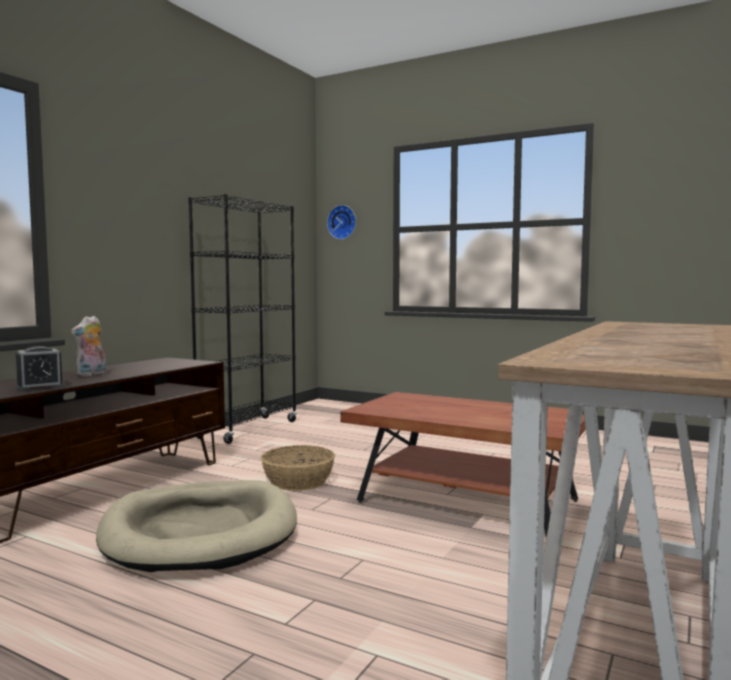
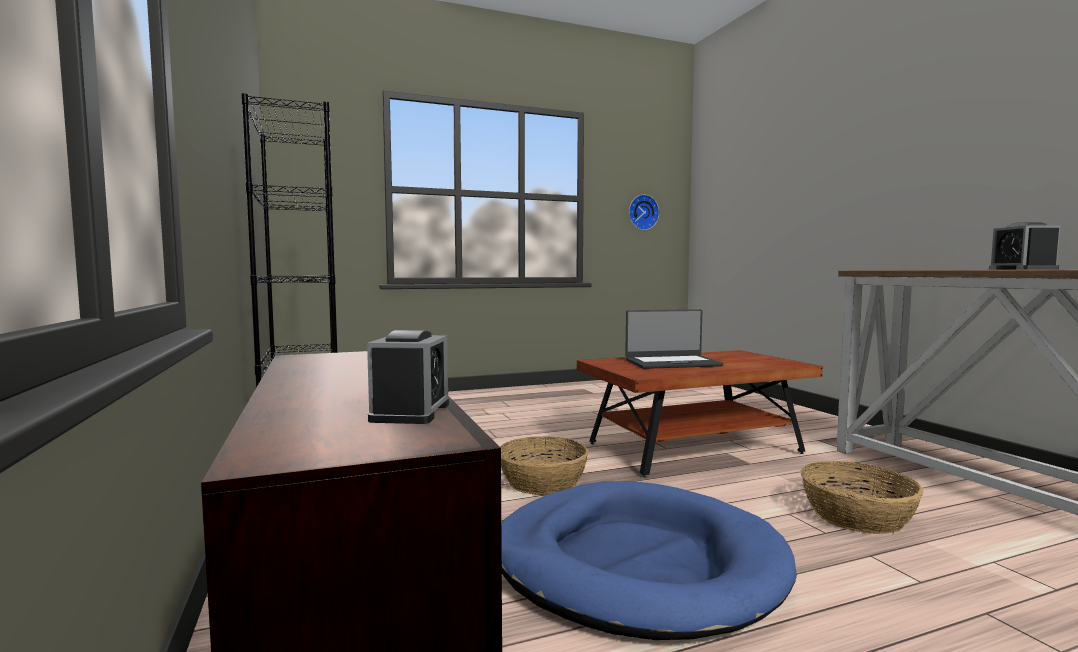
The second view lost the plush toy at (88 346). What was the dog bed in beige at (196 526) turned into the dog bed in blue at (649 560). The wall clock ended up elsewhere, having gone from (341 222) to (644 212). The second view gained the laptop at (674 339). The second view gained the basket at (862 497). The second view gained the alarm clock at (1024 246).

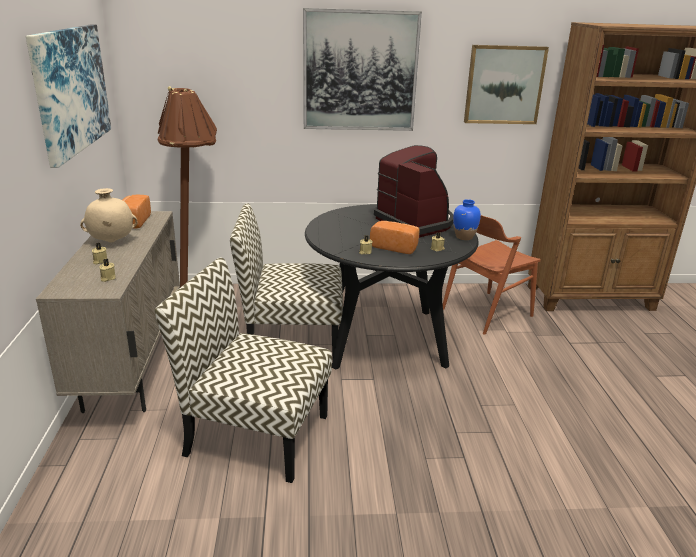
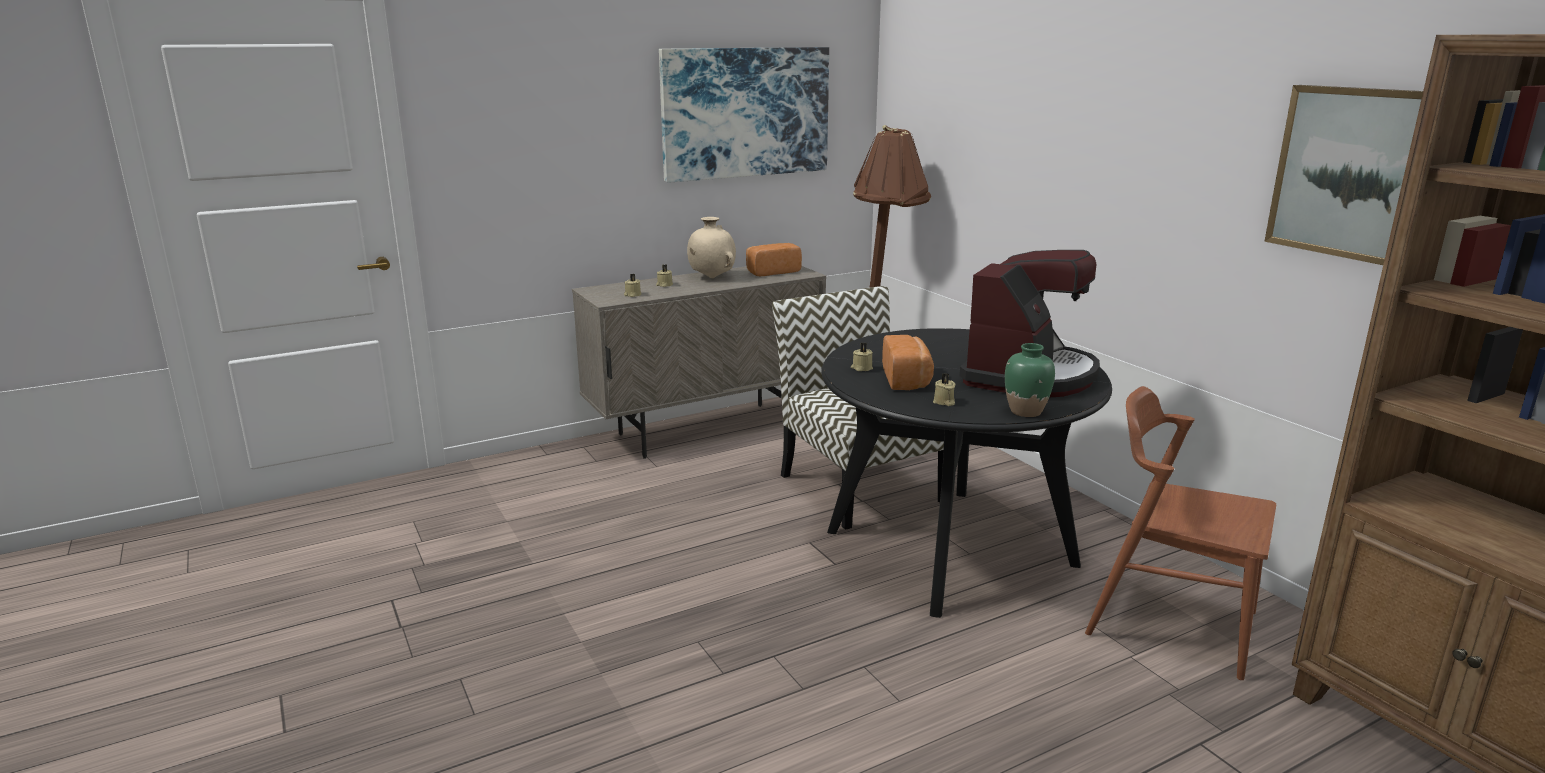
The second view lost the chair at (243 370). The second view lost the picture at (362 69). What was the vase in blue at (467 219) turned into the vase in green at (1030 380).

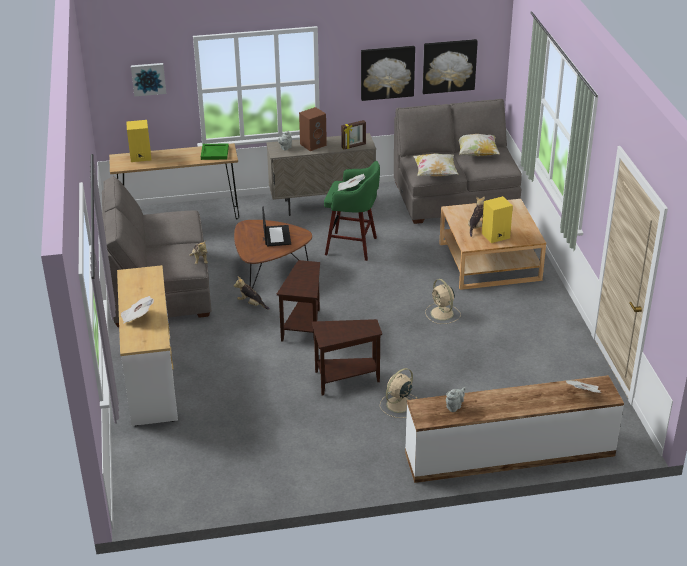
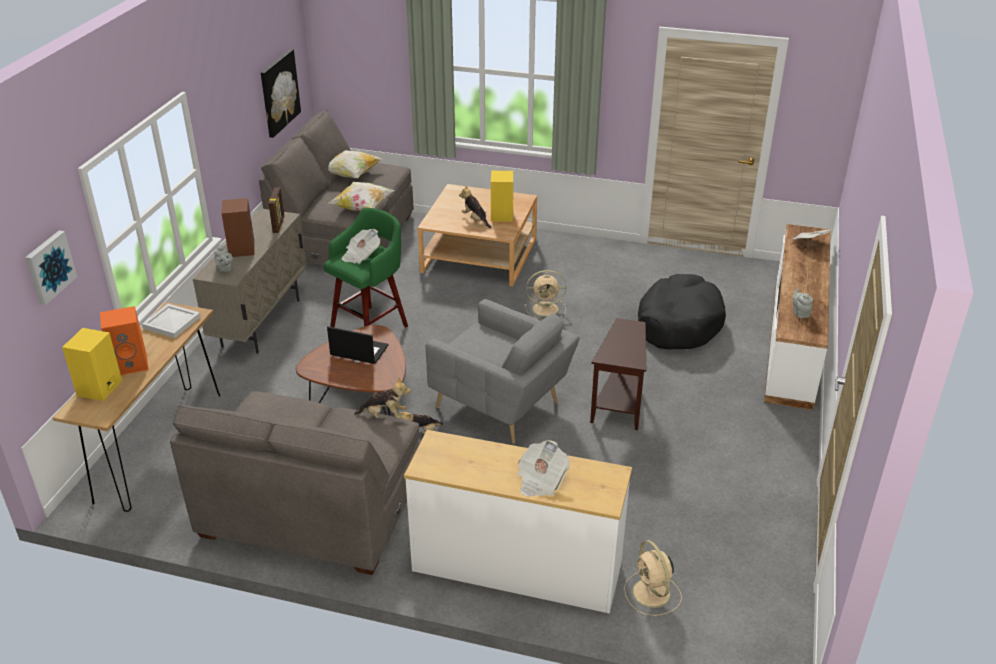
What was the tray in green at (215 151) turned into the tray in white at (171 321). Where the side table in brown stood at (298 301), the armchair in grey came to stand at (503 371). The second view lost the picture at (388 73). The fan in beige ended up elsewhere, having gone from (398 393) to (653 578). The second view gained the speaker in orange at (124 340). The second view gained the dog bed in black at (682 311).

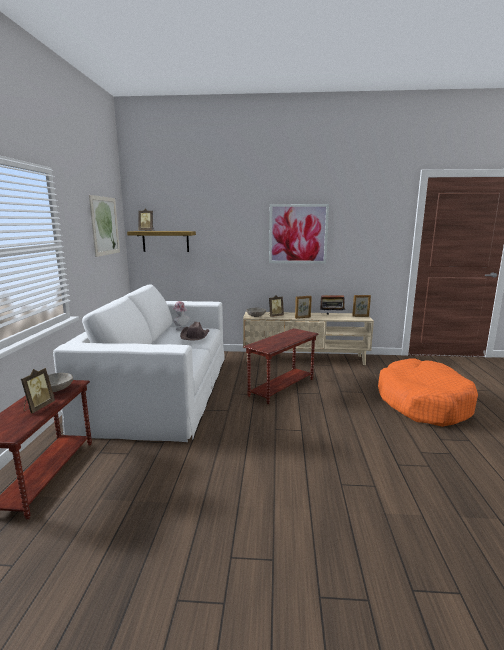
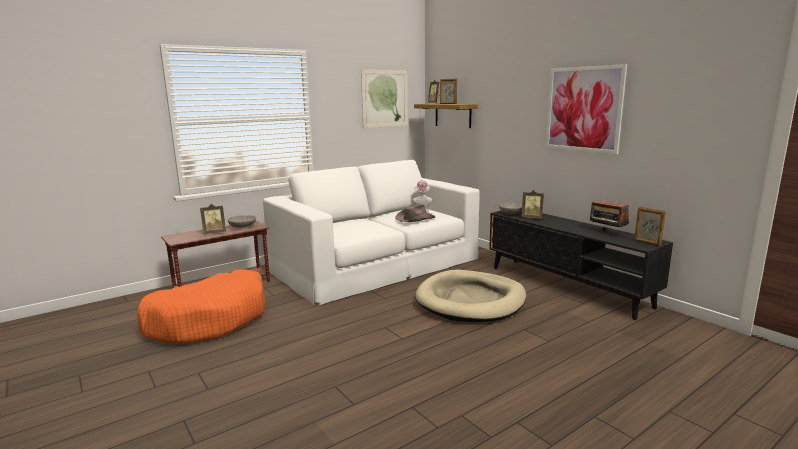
What was the tv stand in beige at (308 338) turned into the tv stand in black at (581 265). Where the side table in brown stood at (281 366), the dog bed in beige came to stand at (470 296). The picture frame ended up elsewhere, having gone from (303 307) to (449 91). The dog bed in orange ended up elsewhere, having gone from (428 392) to (201 306).

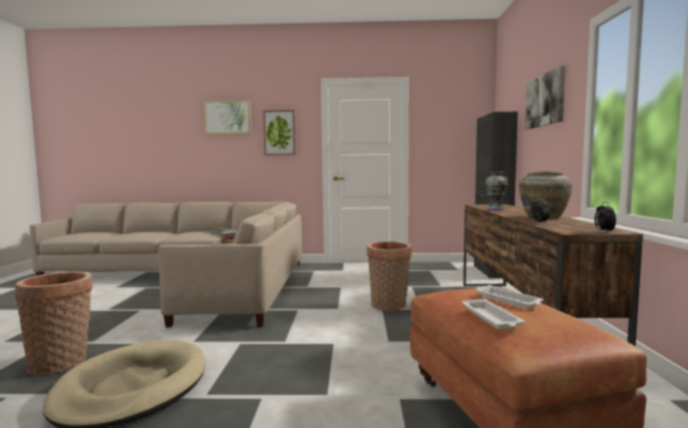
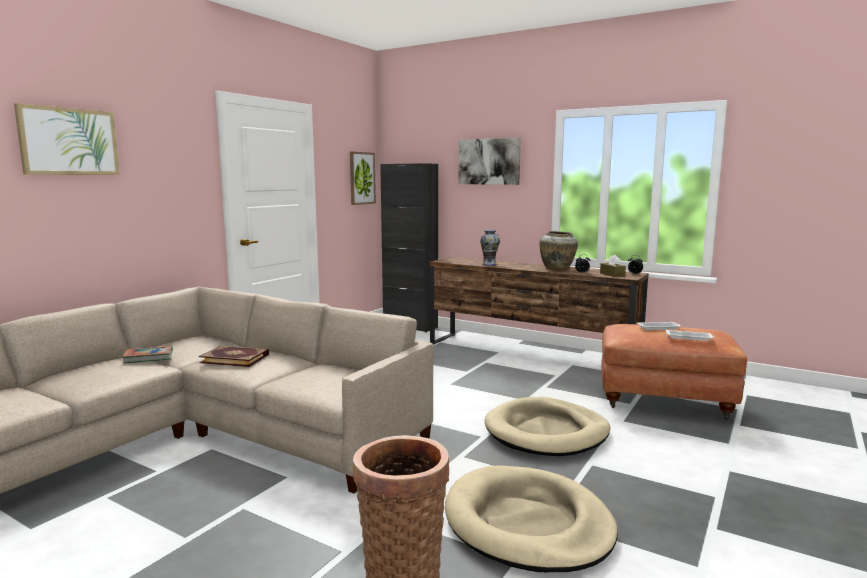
The picture ended up elsewhere, having gone from (279 132) to (363 178). The second view lost the basket at (389 276). The second view gained the dog bed in beige at (547 426). The second view gained the tissue box in brown at (613 266).

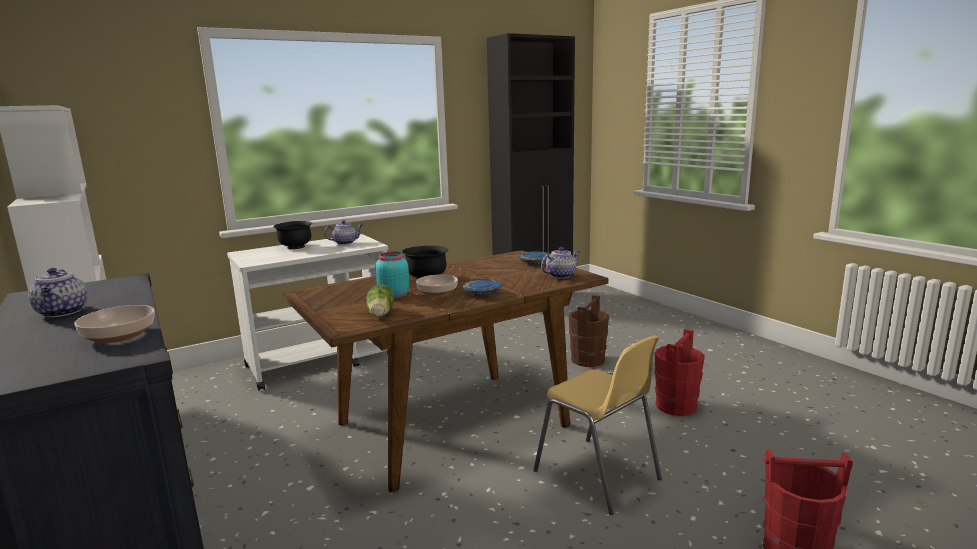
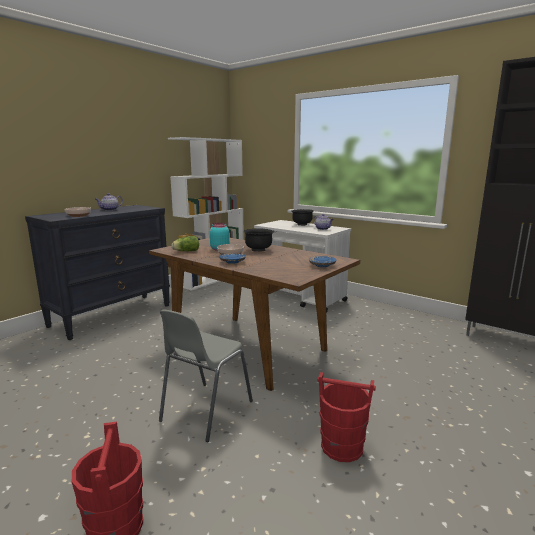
What was the chair in yellow at (598 425) turned into the chair in grey at (206 375). The second view lost the teapot at (560 263). The second view lost the bucket in brown at (589 331).

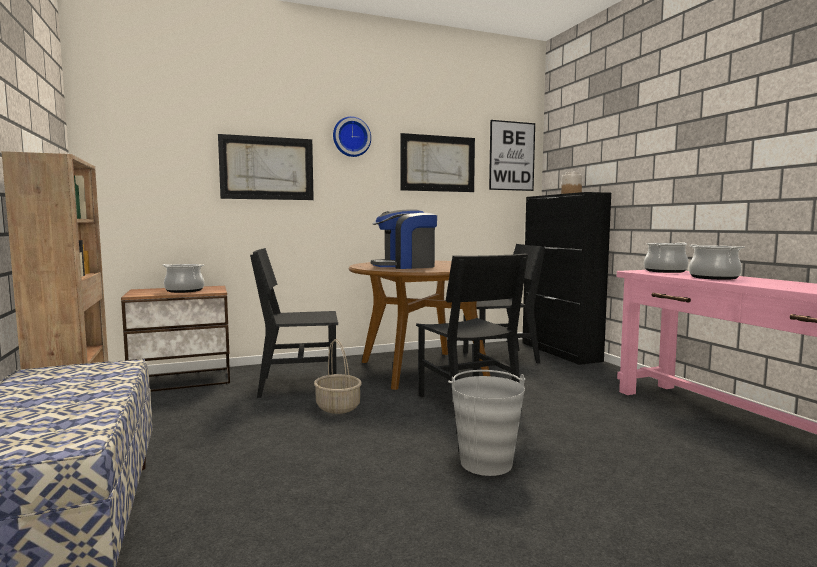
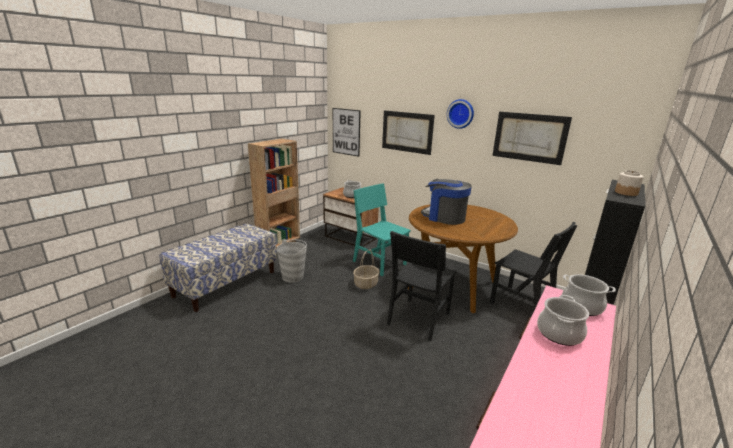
What was the chair in black at (294 323) turned into the chair in turquoise at (382 229). The bucket in grey ended up elsewhere, having gone from (486 423) to (291 261). The picture ended up elsewhere, having gone from (512 155) to (347 132).

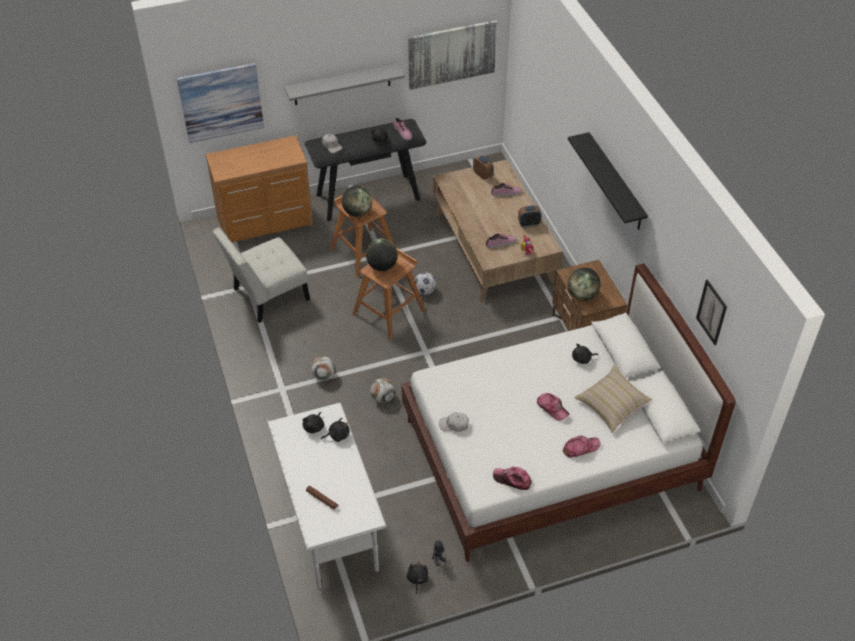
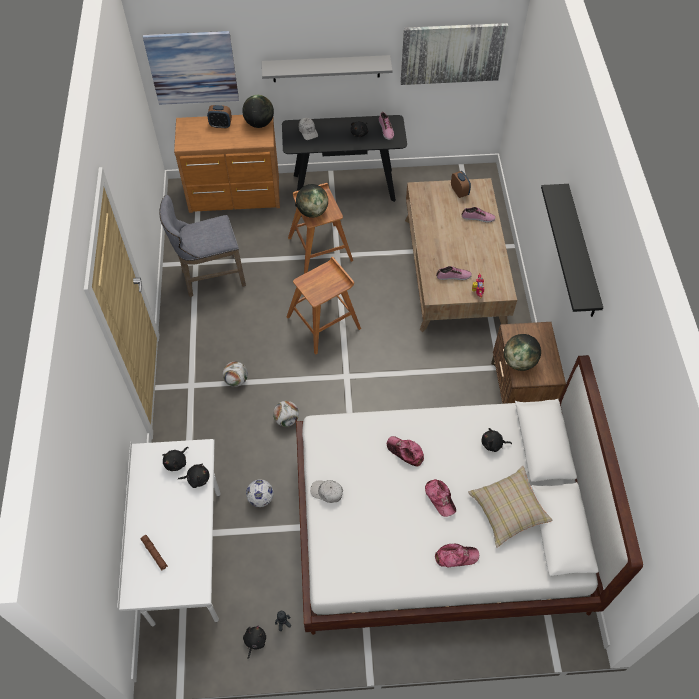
Where the chair in white stood at (261 275), the stool in grey came to stand at (202 246). The globe ended up elsewhere, having gone from (382 255) to (258 111). The football ended up elsewhere, having gone from (425 283) to (260 493). The cap ended up elsewhere, having gone from (512 478) to (405 451). The alarm clock ended up elsewhere, having gone from (529 216) to (219 116). The second view lost the picture at (711 312).

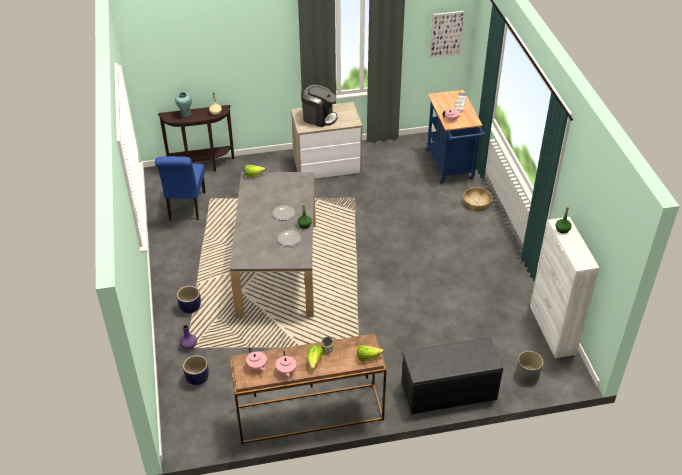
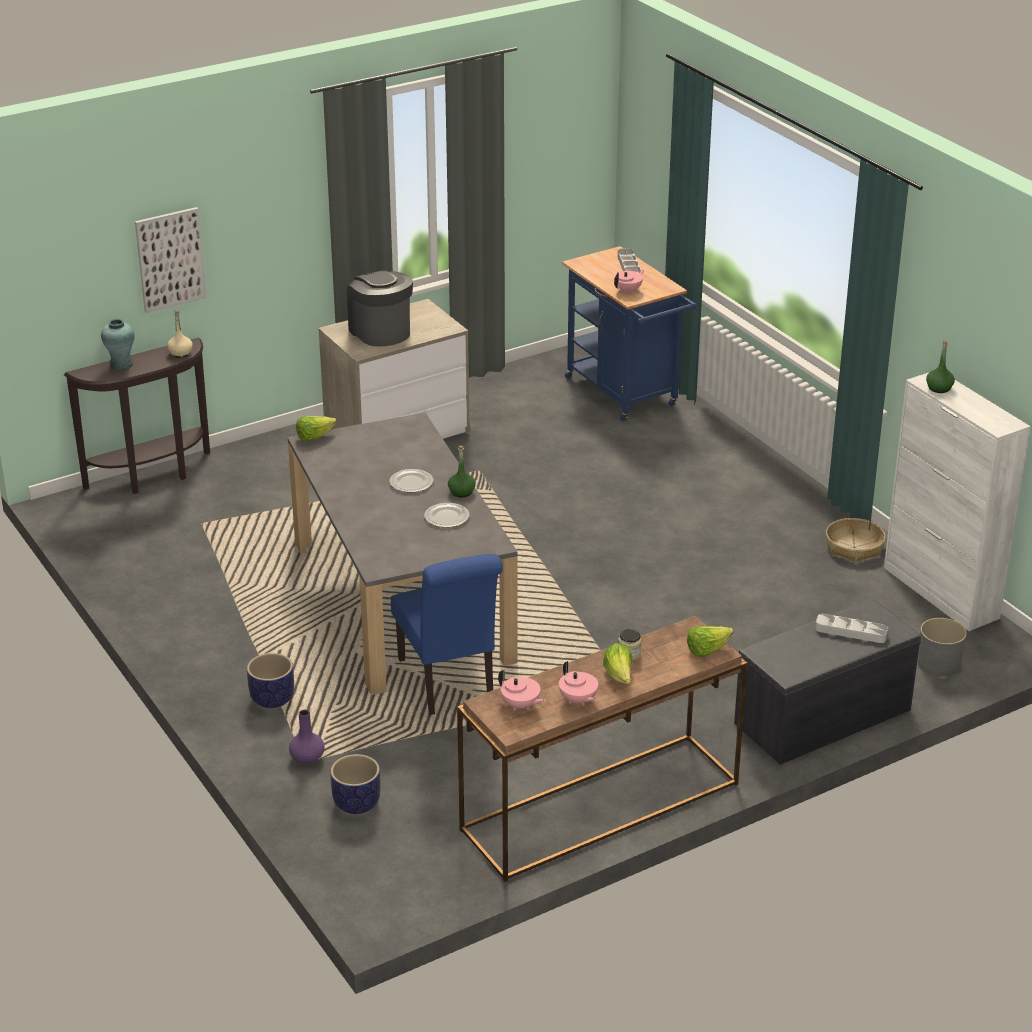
The chair in blue ended up elsewhere, having gone from (180 188) to (447 634). The coffee machine at (319 105) ended up facing another way, 120 degrees counterclockwise from before. The picture ended up elsewhere, having gone from (447 34) to (171 260). The basket ended up elsewhere, having gone from (477 198) to (856 540). The second view gained the tray in grey at (851 628).

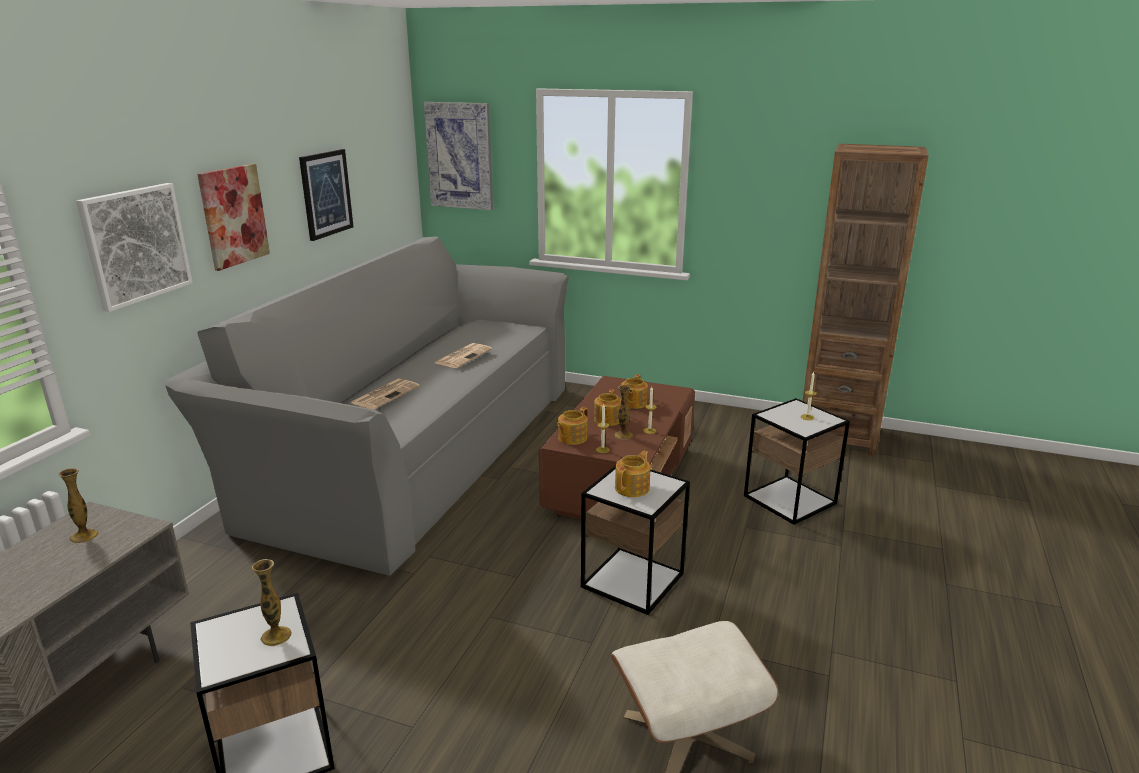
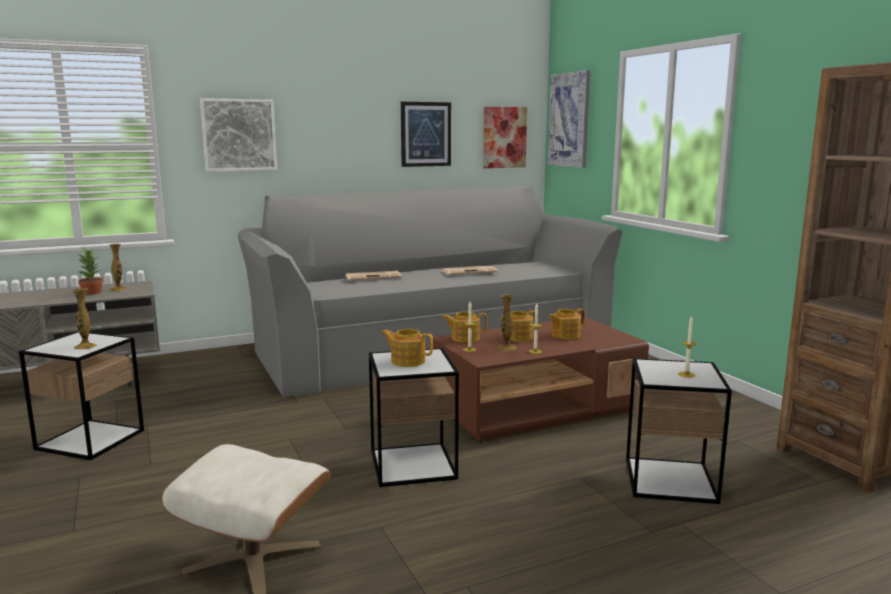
The picture ended up elsewhere, having gone from (233 217) to (505 137). The teapot at (632 474) ended up facing another way, 150 degrees counterclockwise from before. The second view gained the potted plant at (90 271).

